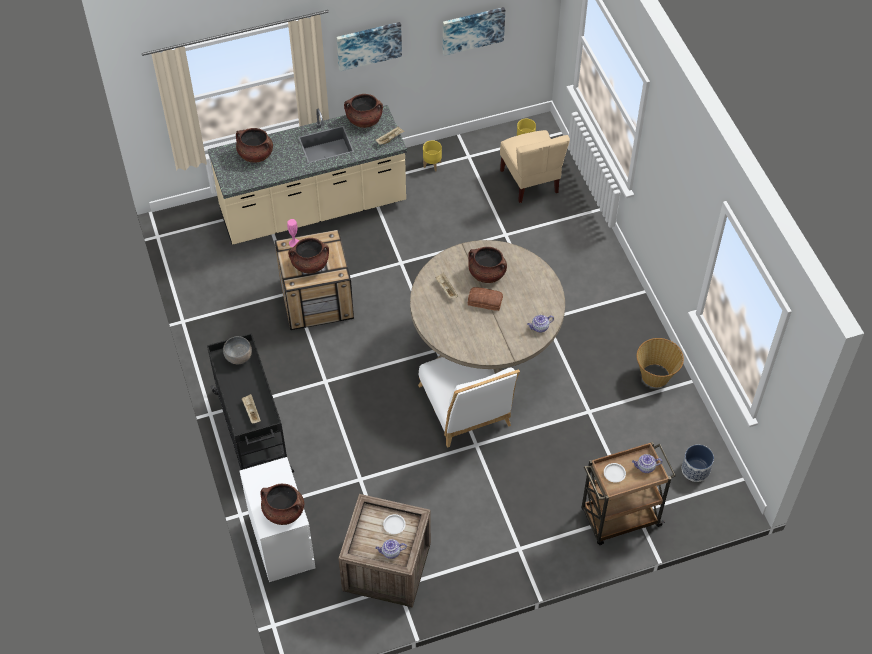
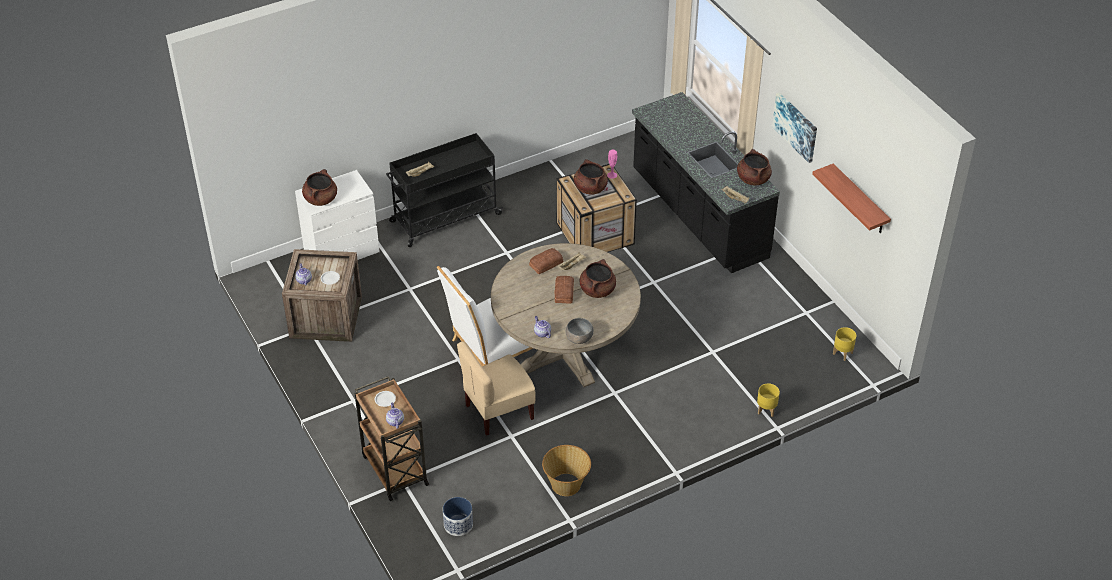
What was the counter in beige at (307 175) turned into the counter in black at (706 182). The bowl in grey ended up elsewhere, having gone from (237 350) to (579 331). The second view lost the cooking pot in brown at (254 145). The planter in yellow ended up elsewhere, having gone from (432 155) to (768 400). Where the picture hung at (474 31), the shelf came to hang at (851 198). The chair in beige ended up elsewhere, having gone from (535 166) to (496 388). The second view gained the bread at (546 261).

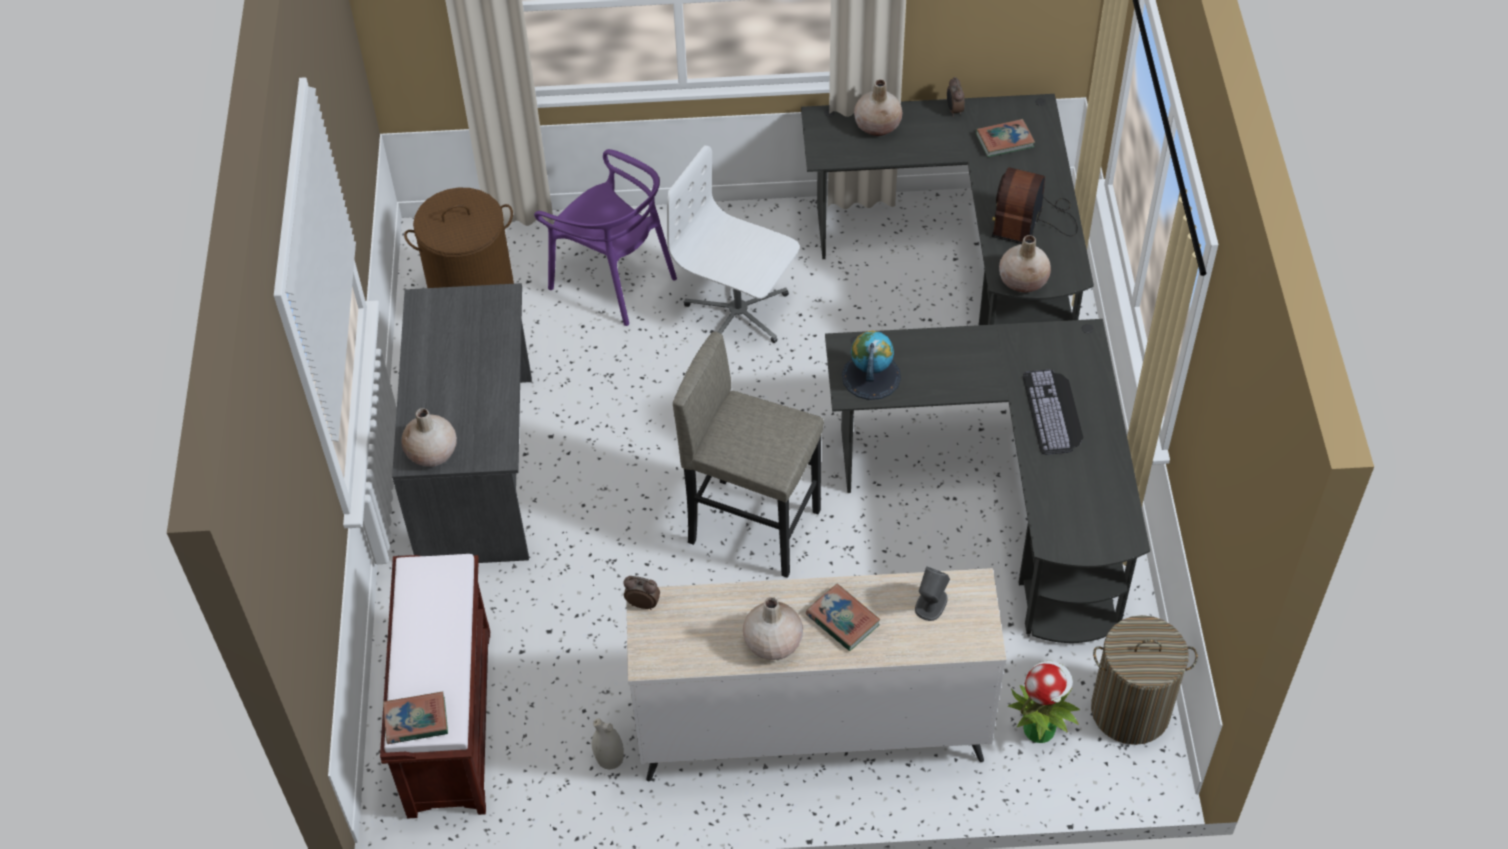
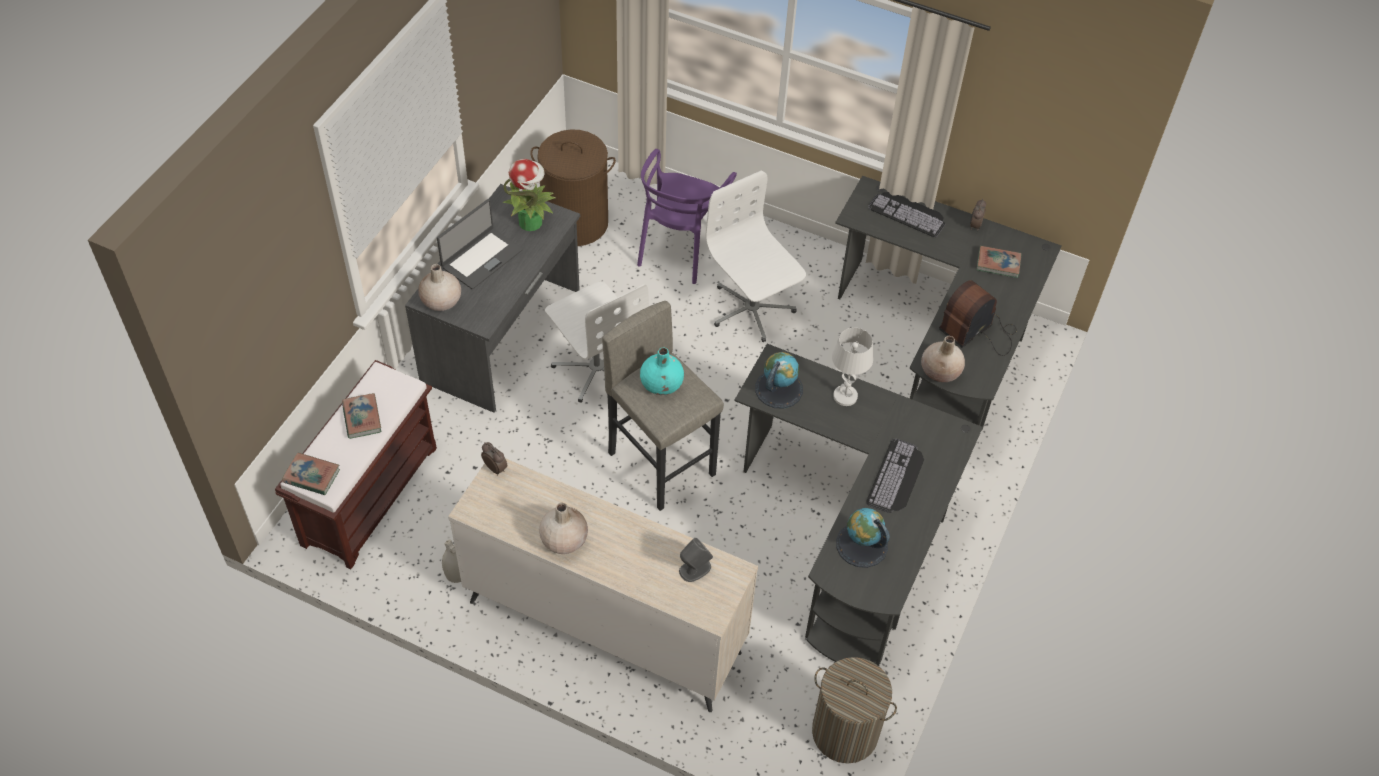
The chair in purple at (605 237) ended up facing another way, 45 degrees clockwise from before. The book ended up elsewhere, having gone from (843 617) to (361 416). Where the vase in beige stood at (878 107), the keyboard came to stand at (906 214). The potted plant ended up elsewhere, having gone from (1043 702) to (529 195). The second view gained the laptop at (480 244). The second view gained the office chair in white at (597 342). The second view gained the vase in turquoise at (662 371). The second view gained the table lamp in white at (852 367). The second view gained the globe at (863 538).

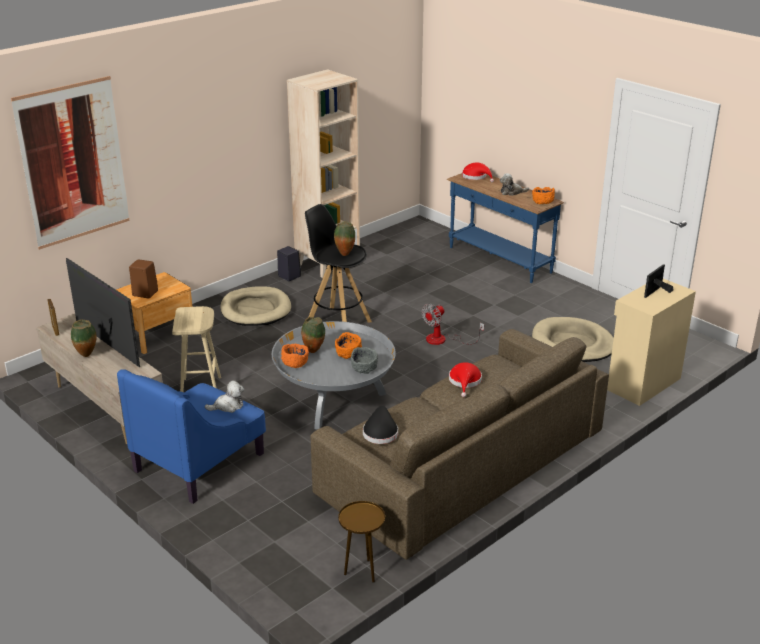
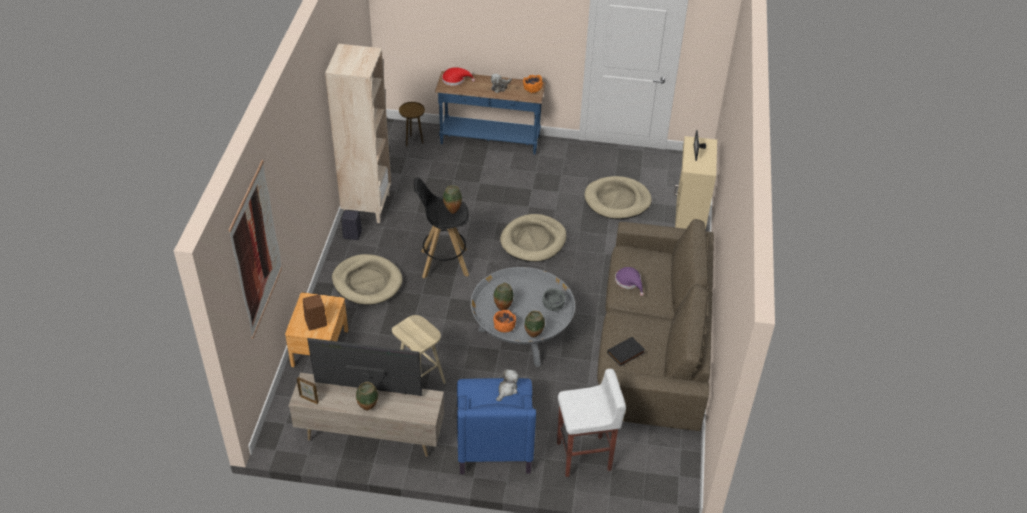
The second view lost the bowl in orange at (348 345). The side table in brown ended up elsewhere, having gone from (361 542) to (412 124). Where the hat in black stood at (380 425), the book in black came to stand at (626 351). Where the fan stood at (453 324), the dog bed in beige came to stand at (533 238). What was the hat in red at (465 379) turned into the hat in purple at (629 281). The second view gained the vase at (535 324). The second view gained the stool in white at (591 423).

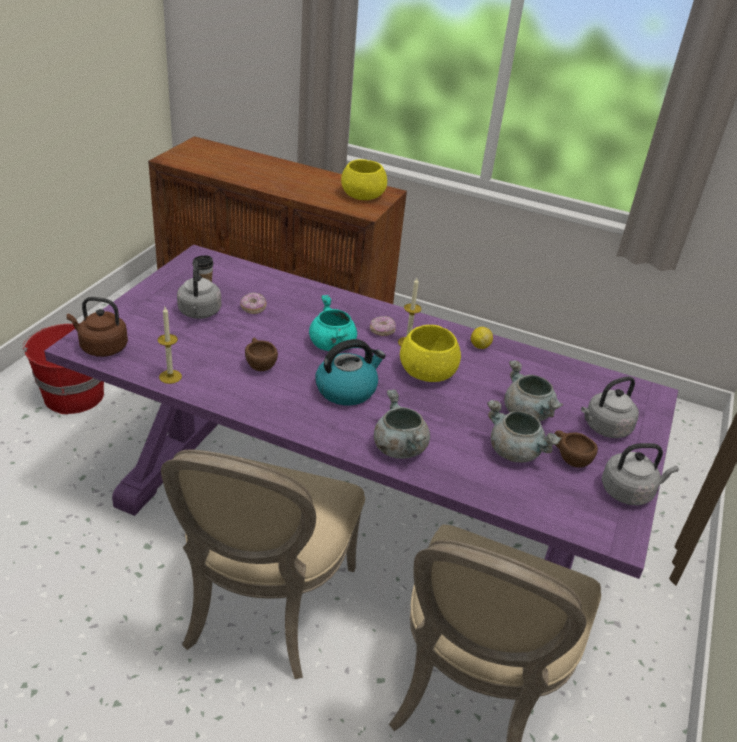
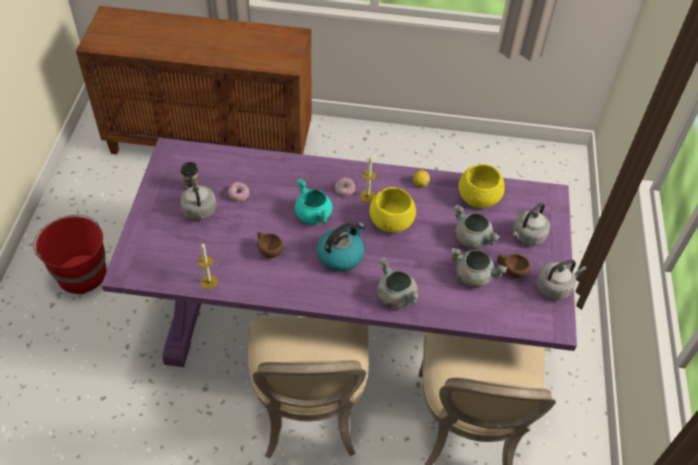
The second view lost the kettle in brown at (97 327). The bowl in yellow ended up elsewhere, having gone from (364 179) to (481 186).

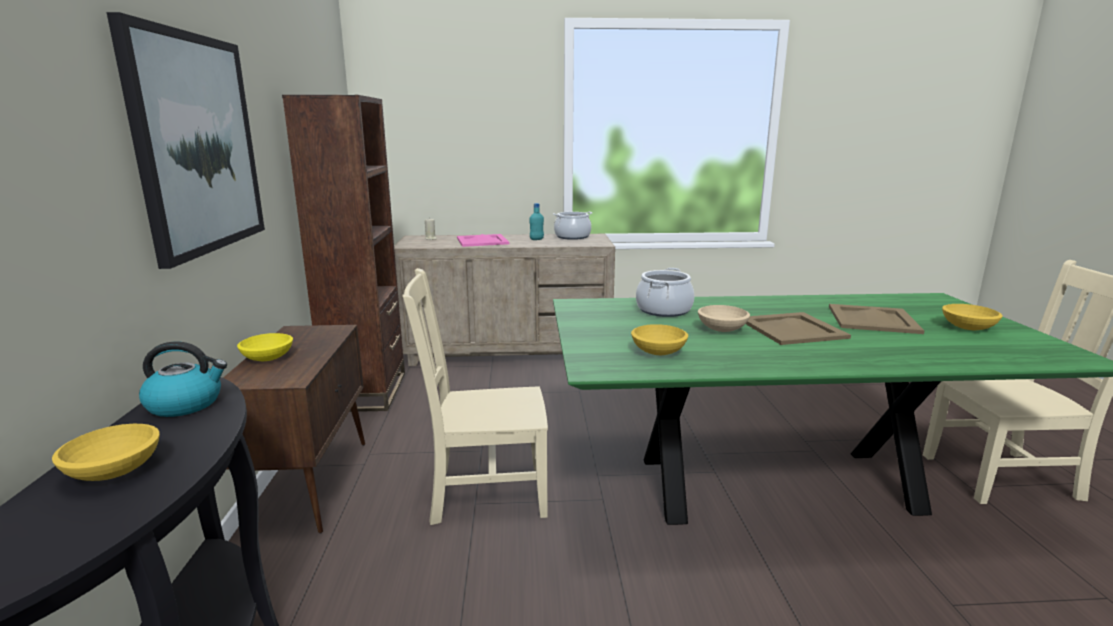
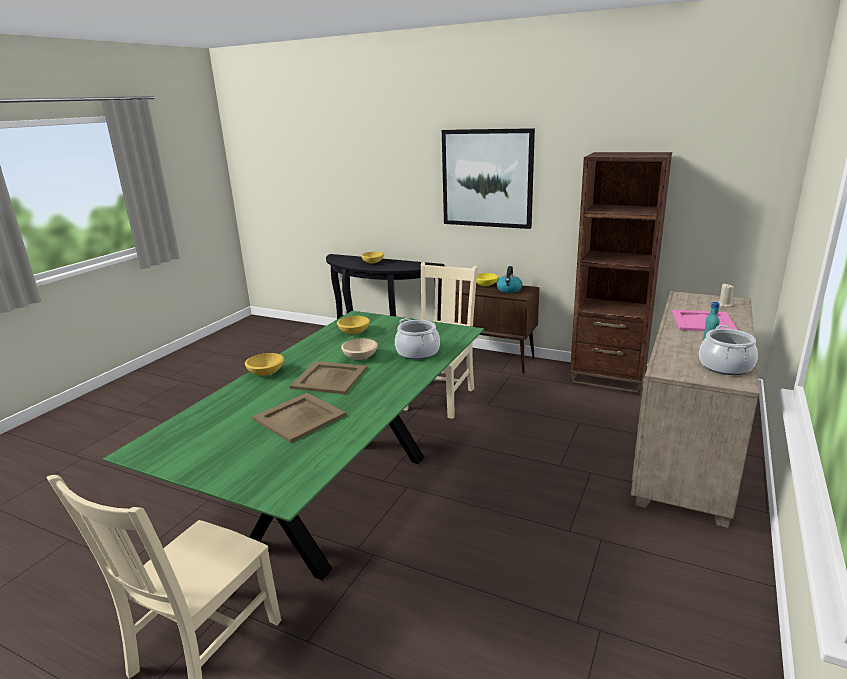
The kettle ended up elsewhere, having gone from (183 379) to (509 279). The bowl in yellow ended up elsewhere, having gone from (972 317) to (264 364).

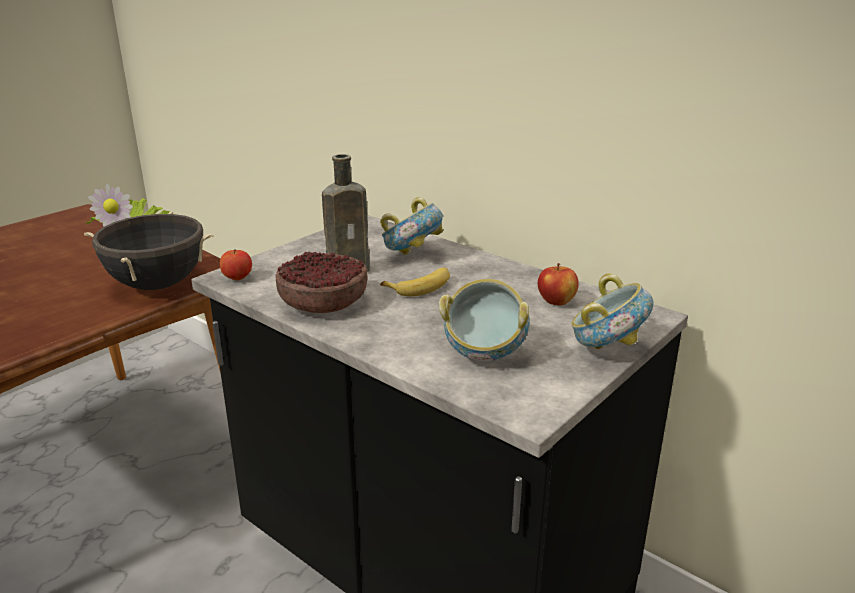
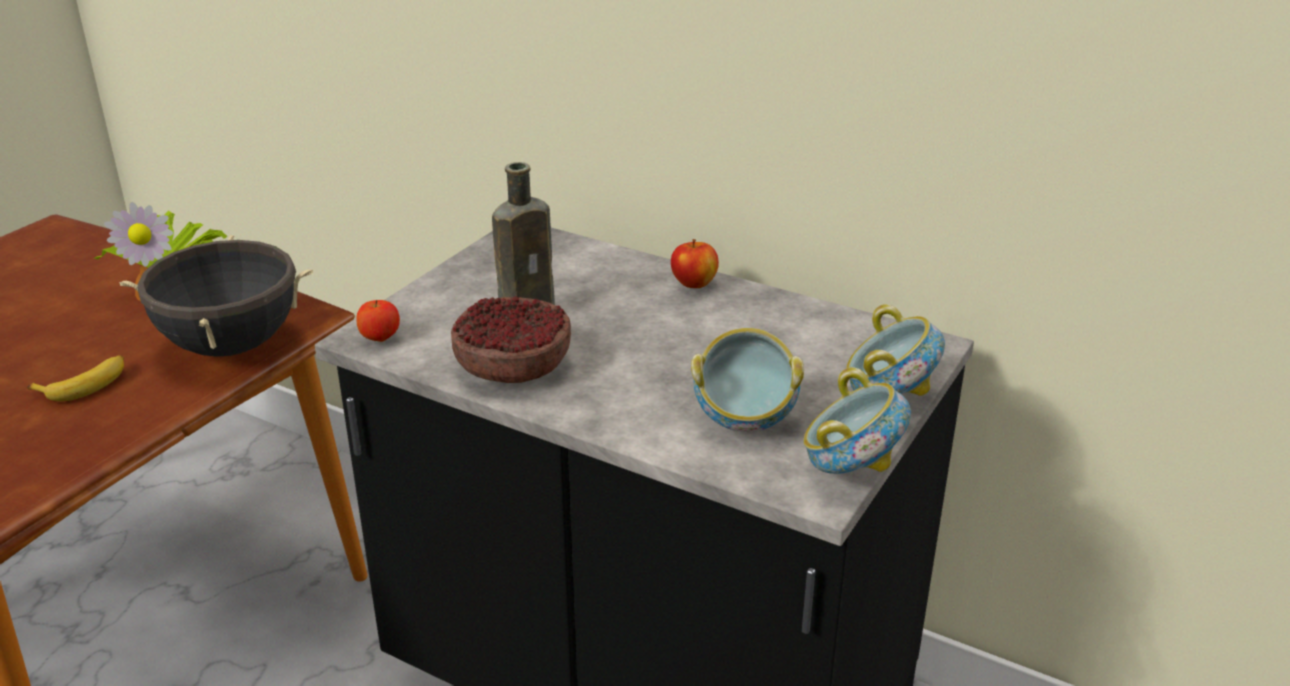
The bowl ended up elsewhere, having gone from (411 226) to (857 420). The banana ended up elsewhere, having gone from (415 281) to (75 378). The apple ended up elsewhere, having gone from (558 284) to (695 263).

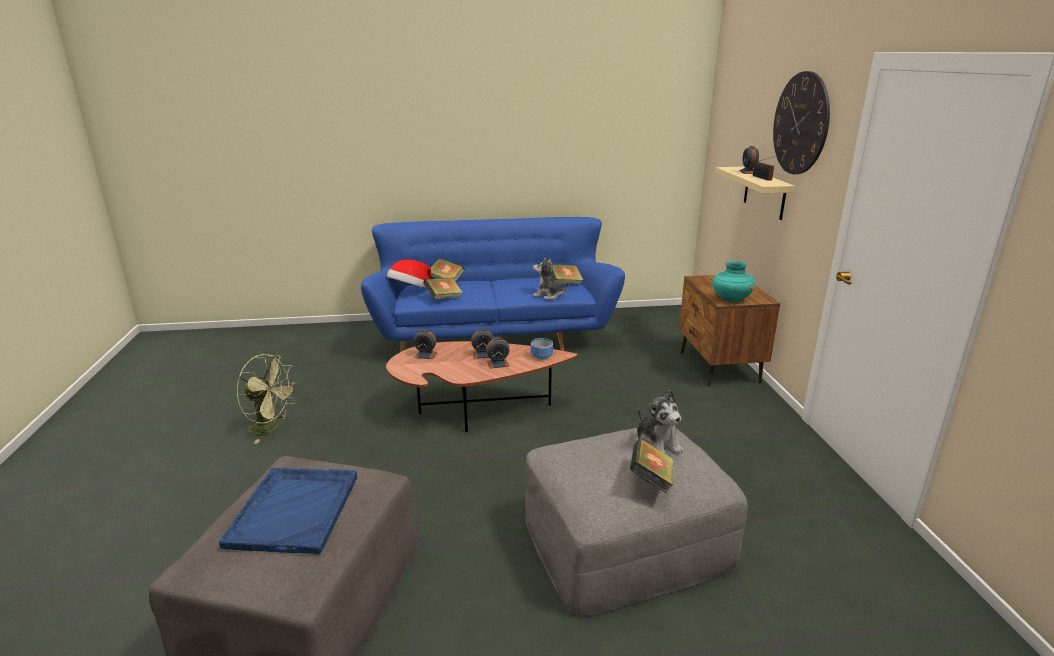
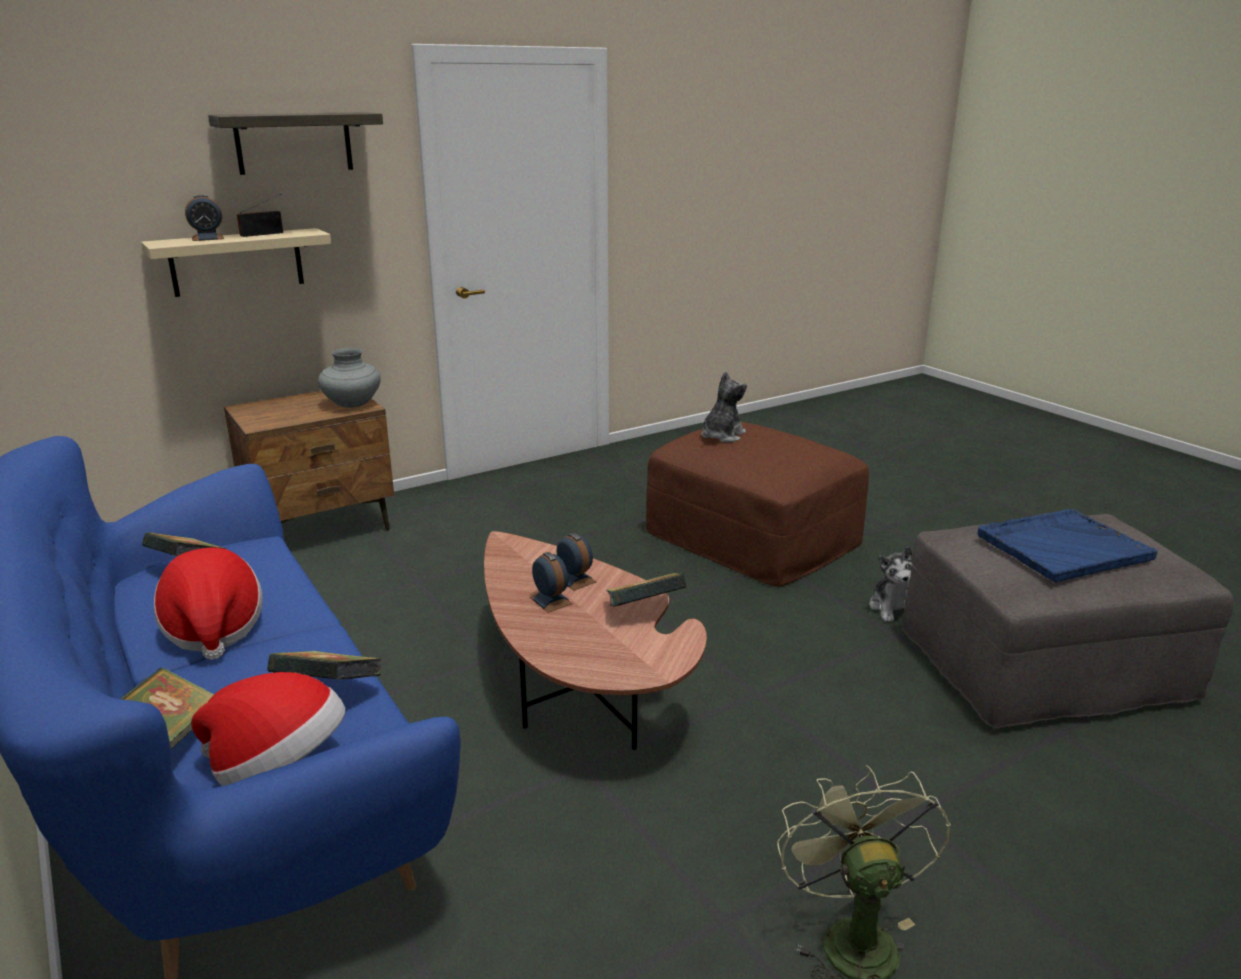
The second view lost the alarm clock at (425 344). What was the ottoman in grey at (636 523) turned into the ottoman in brown at (757 504). The second view lost the bowl at (542 349). The plush toy ended up elsewhere, having gone from (551 279) to (891 584). The book ended up elsewhere, having gone from (652 465) to (646 590). What was the vase in turquoise at (734 281) turned into the vase in grey at (349 378). Where the wall clock hung at (801 122), the shelf came to hang at (295 143). The second view gained the hat at (208 604).

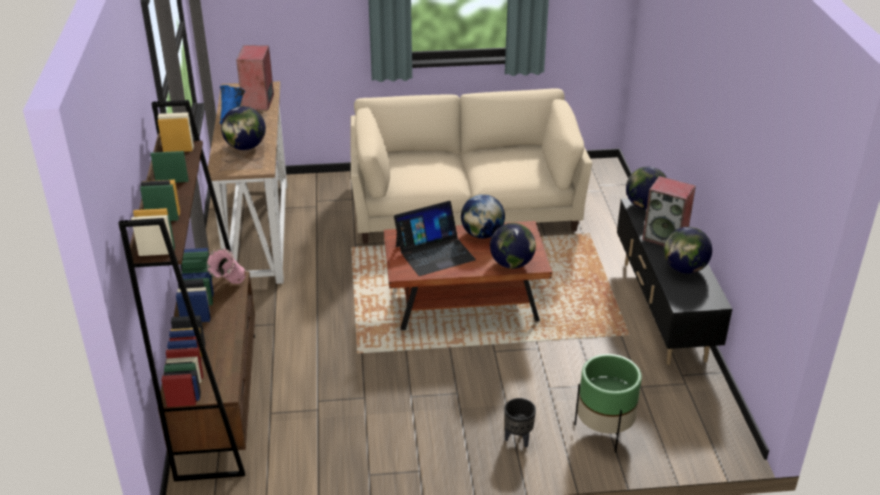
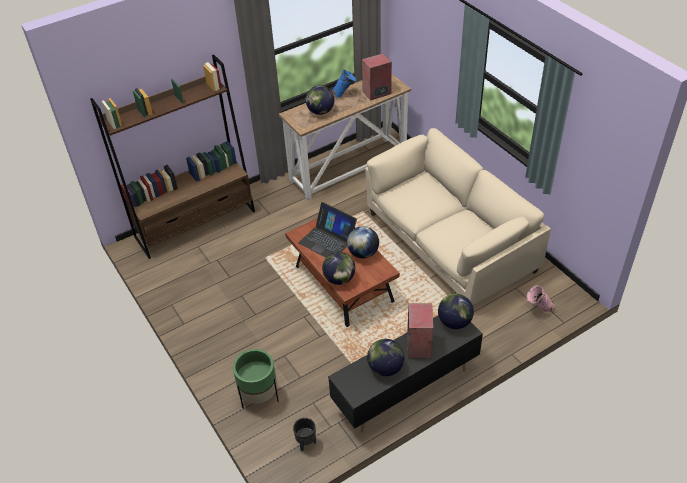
The vase in pink ended up elsewhere, having gone from (226 266) to (540 298). The planter in black ended up elsewhere, having gone from (520 422) to (304 434).

